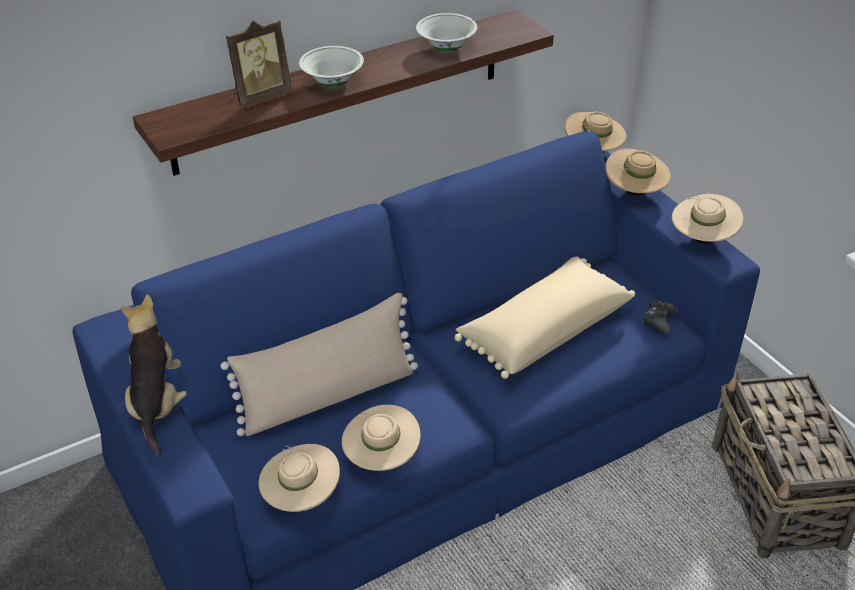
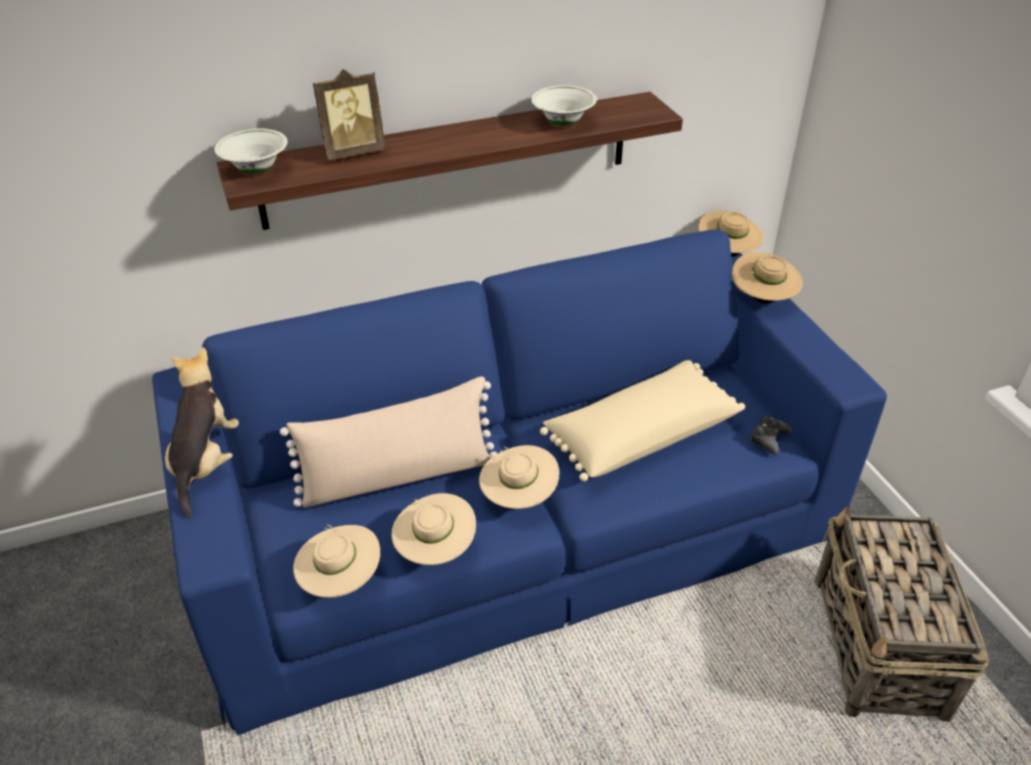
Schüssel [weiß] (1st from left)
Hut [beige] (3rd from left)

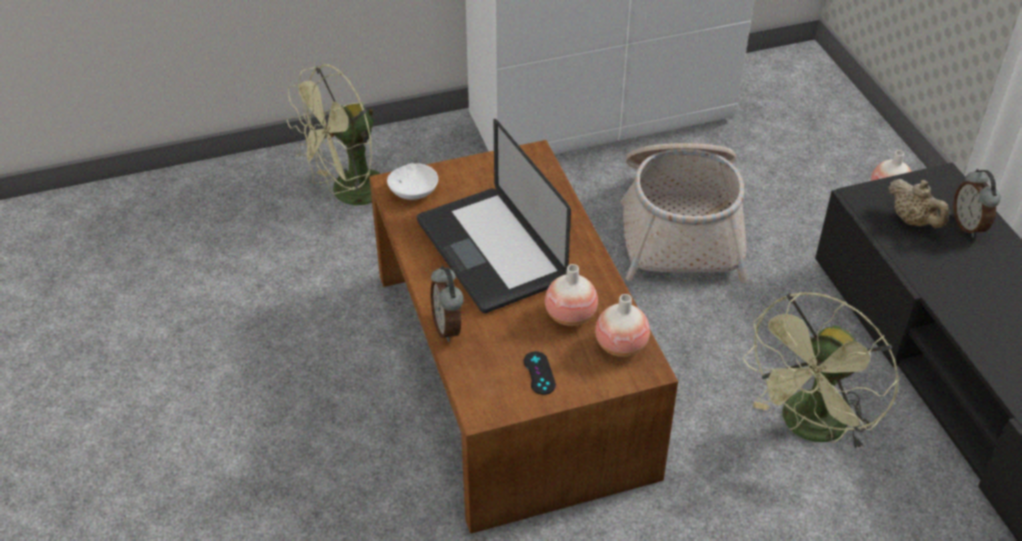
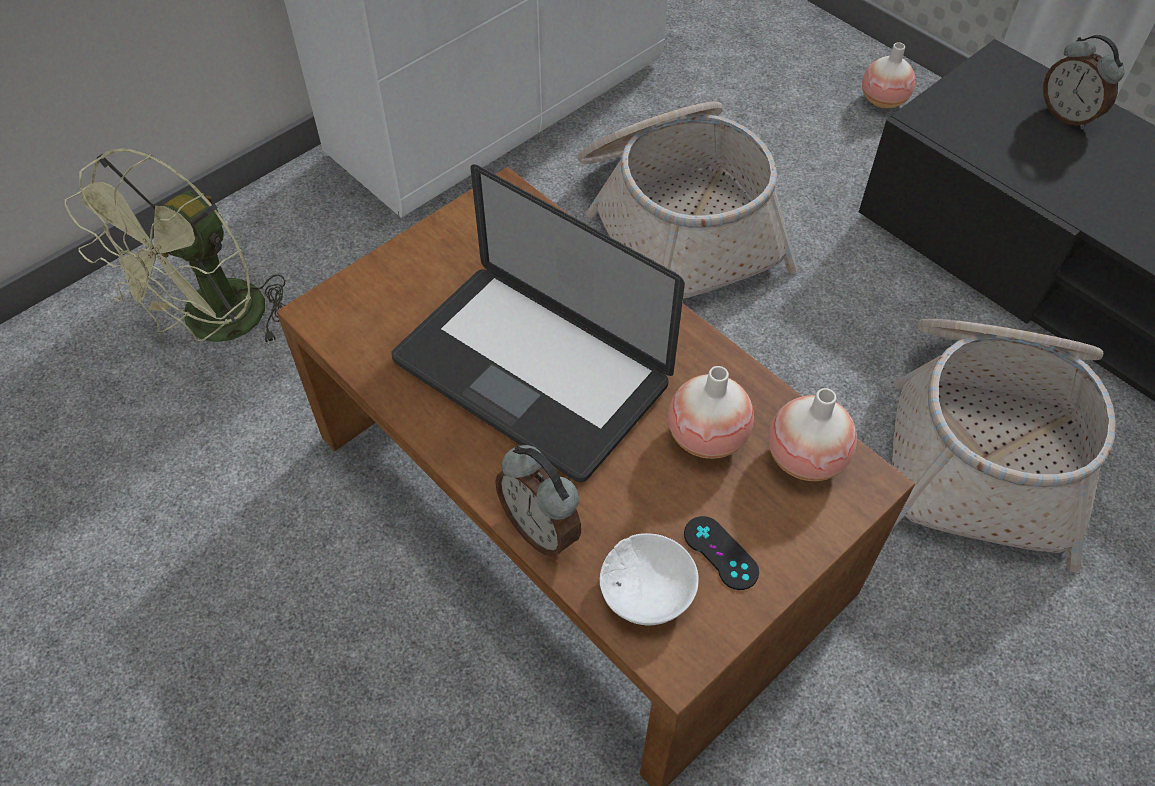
Schüssel [weiß]
Korb (2nd from left)
Teekanne [beige]

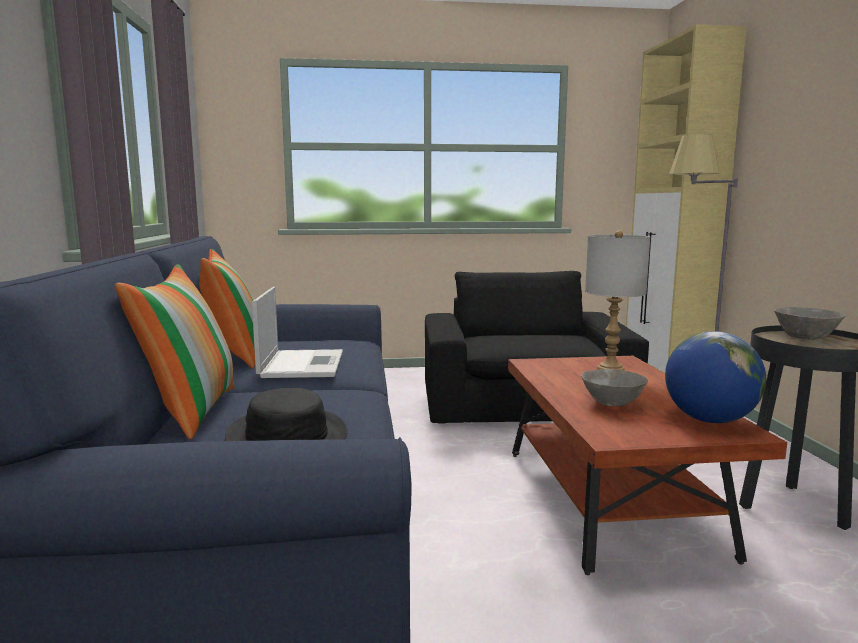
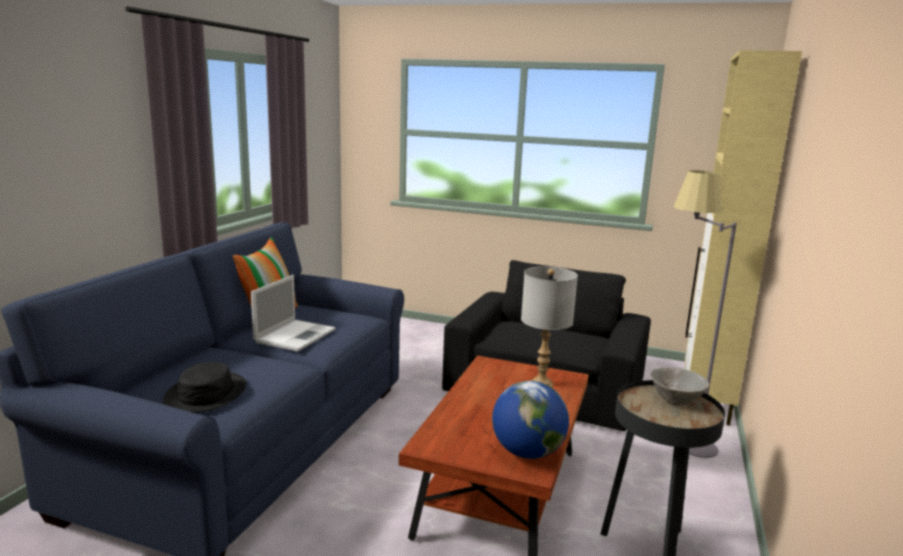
Kissen (1st from left in the first image)
Schüssel [grau] (1st from left in the first image)

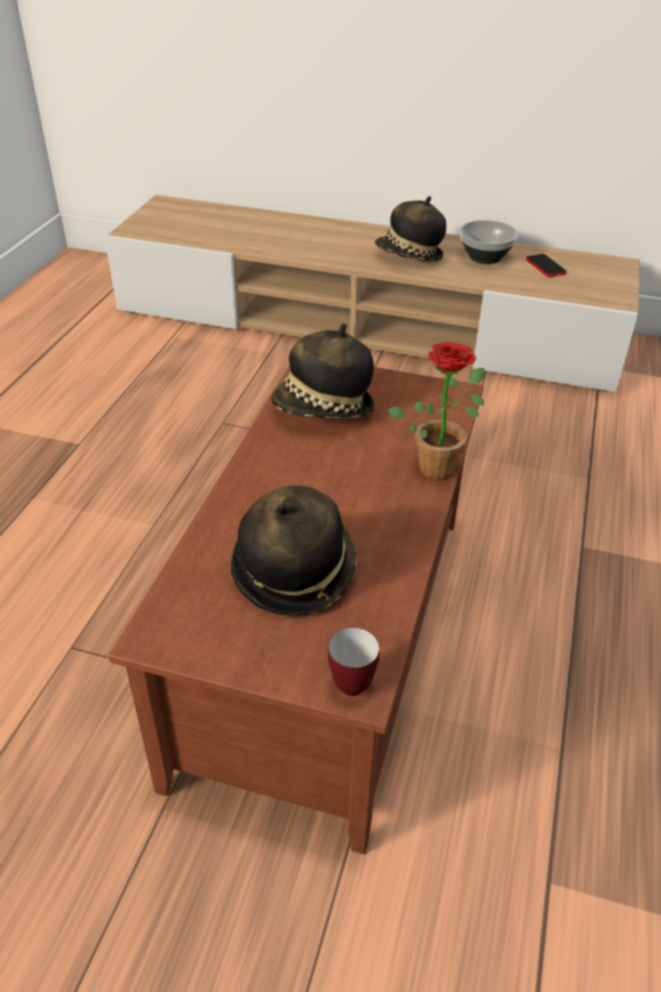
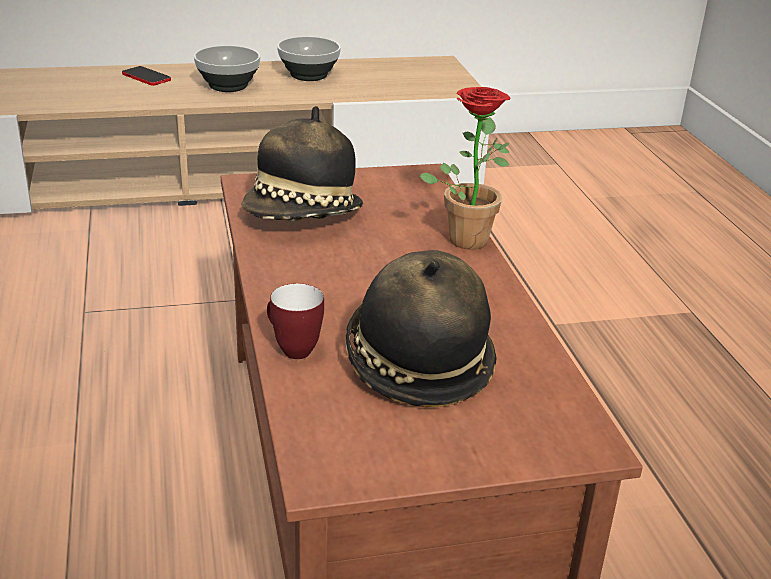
Handy
Schüssel (1st from left)
Henkelbecher

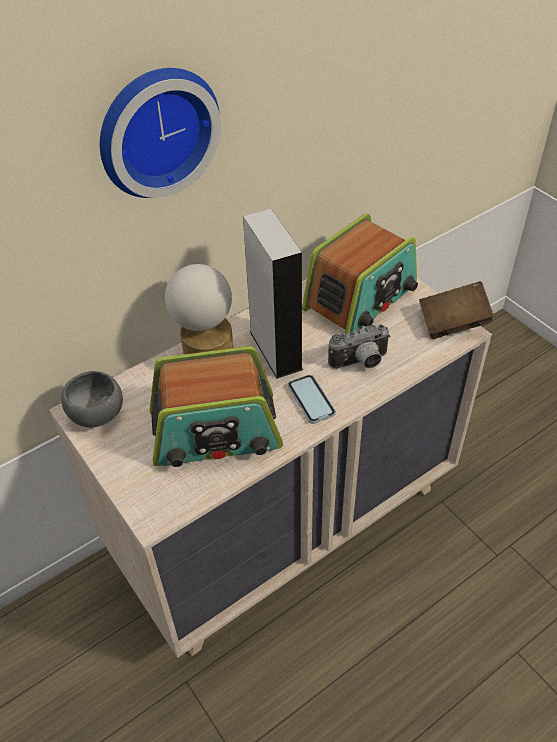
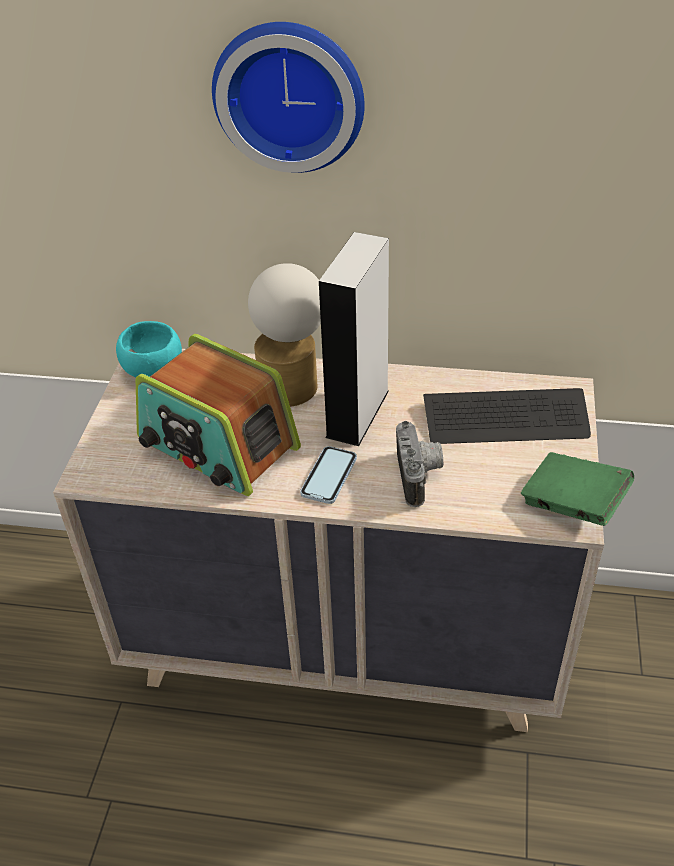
Schüssel [türkis]
Kamera
Tastatur
Buch [grün]

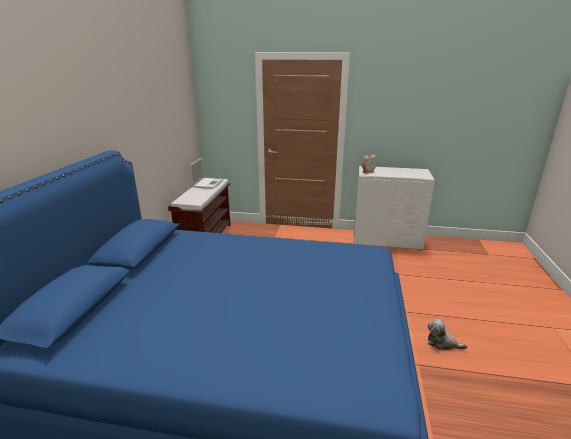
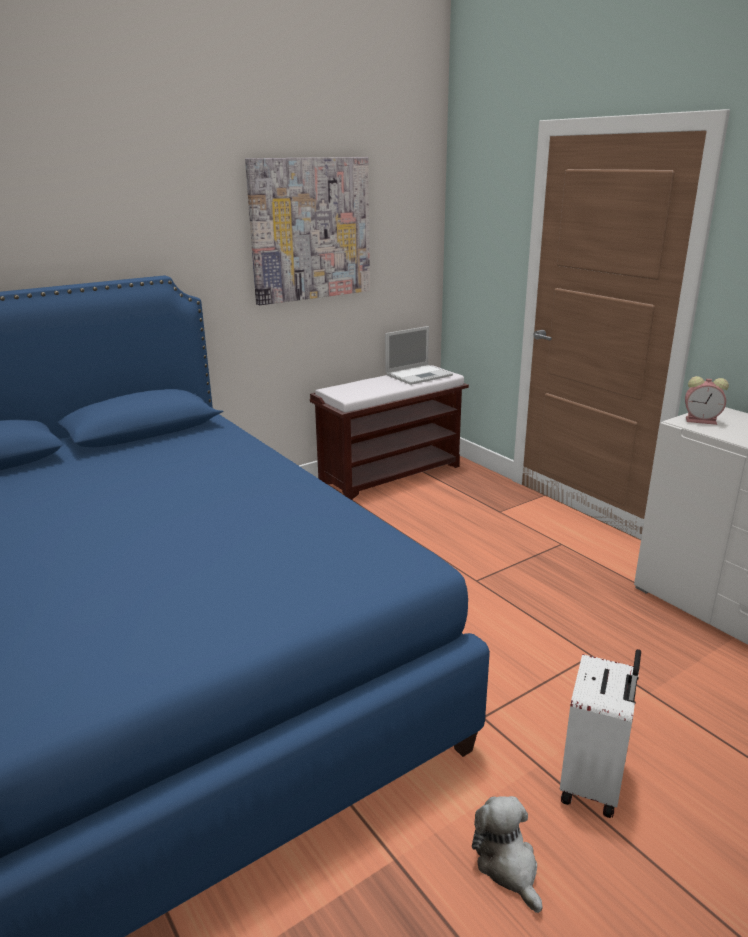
Bild
Koffer [weiß]

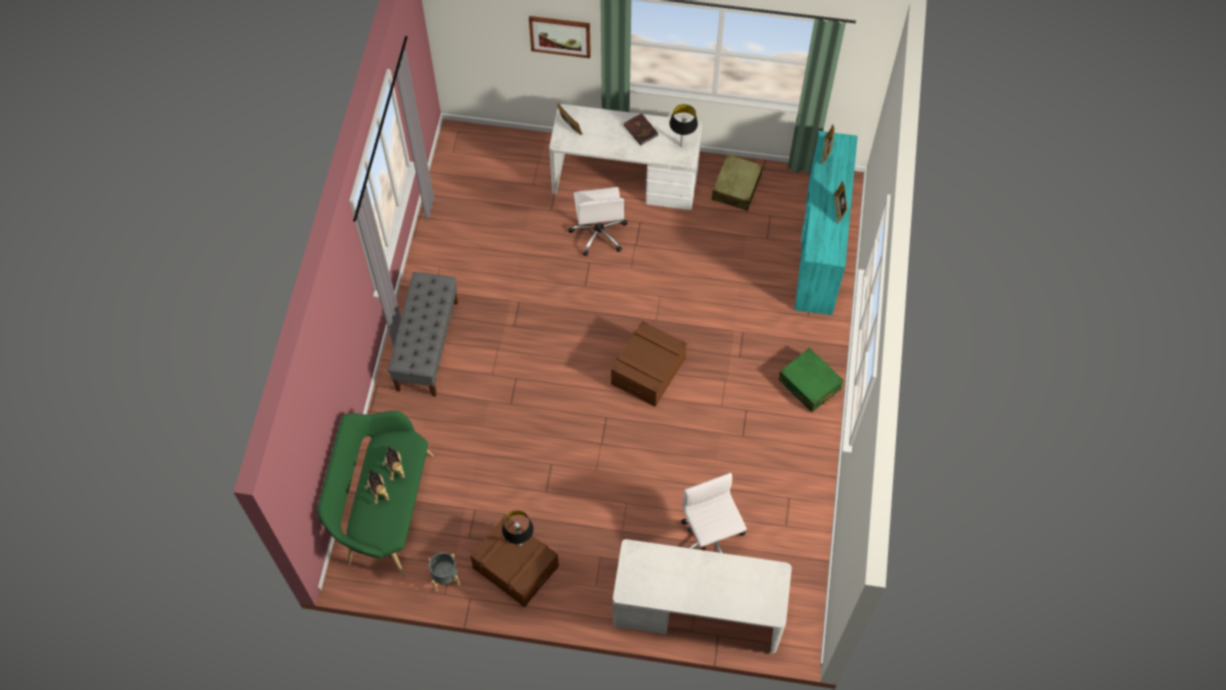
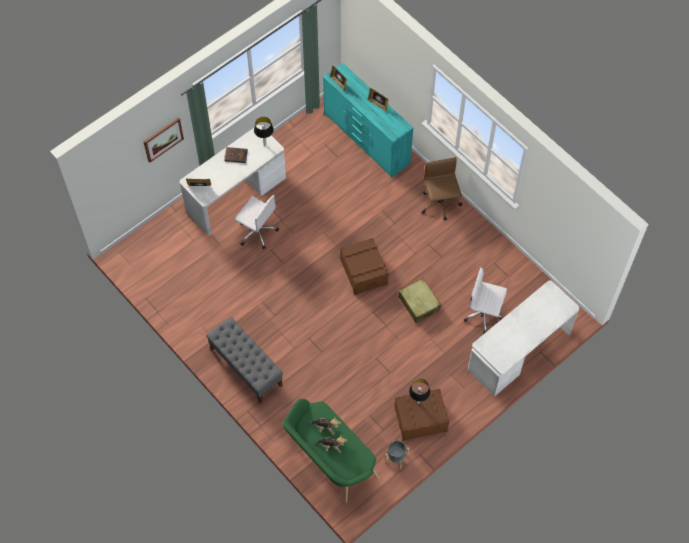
Koffer [beige]
Bürostuhl [braun]

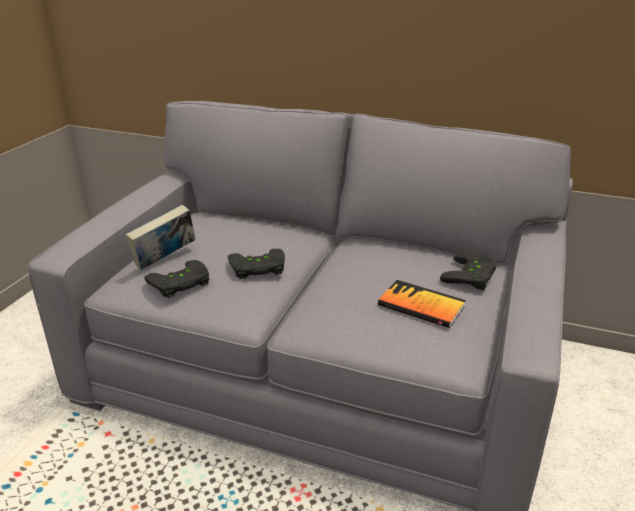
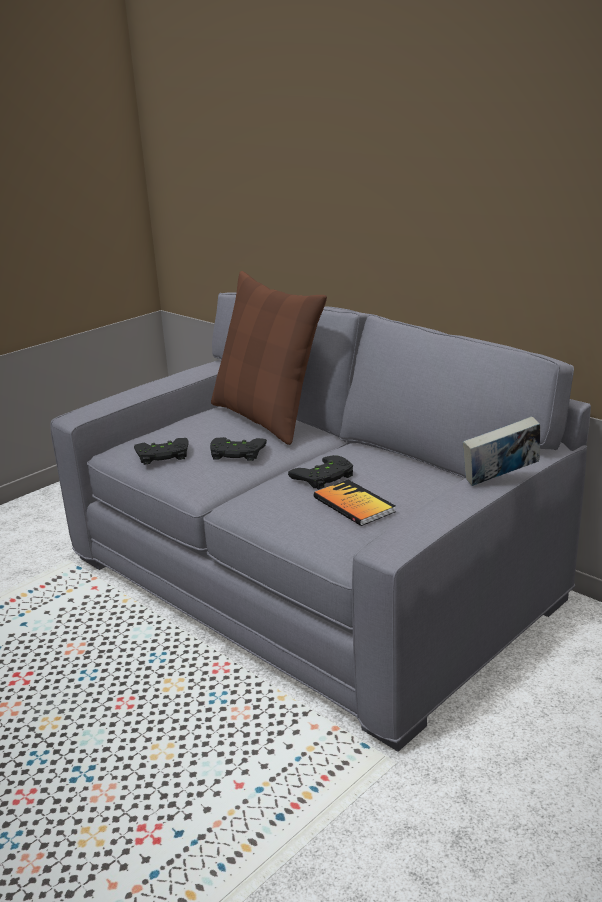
Kissen [braun]
Gamepad [schwarz] (3rd from left)
Buch (2nd from left)

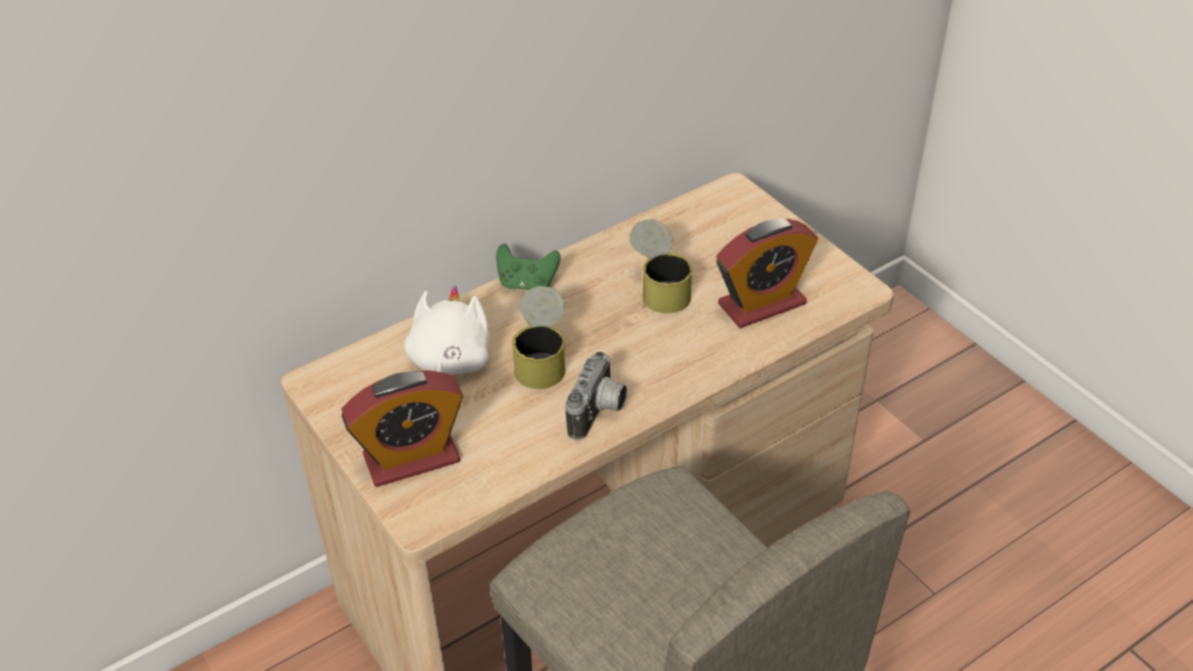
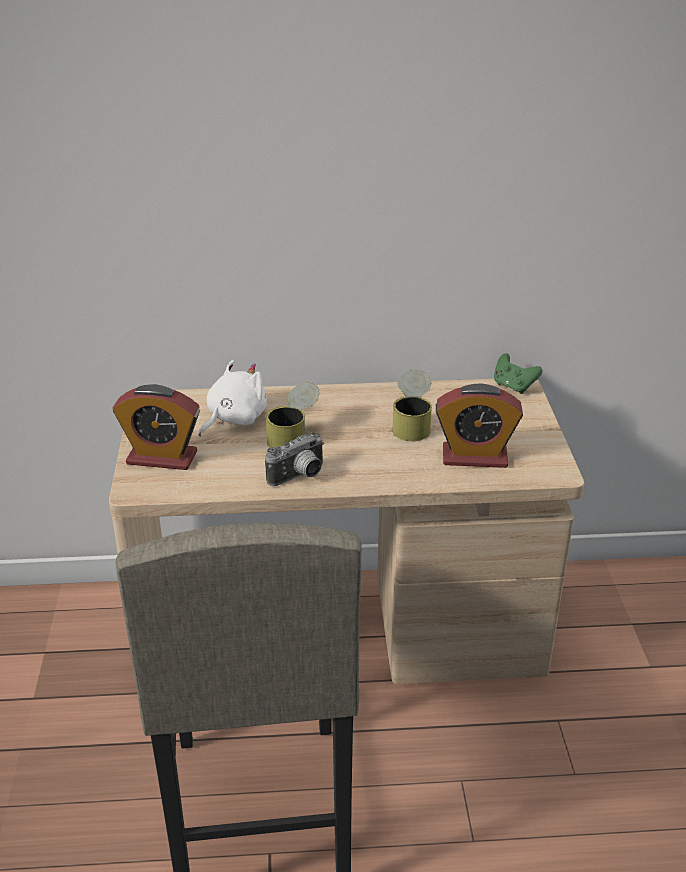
Gamepad [grün]

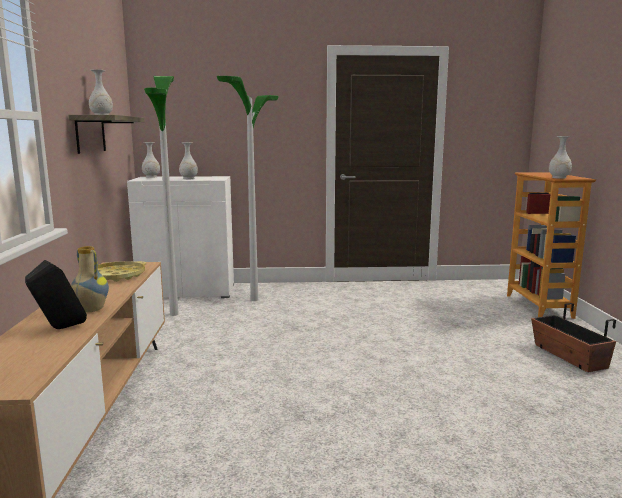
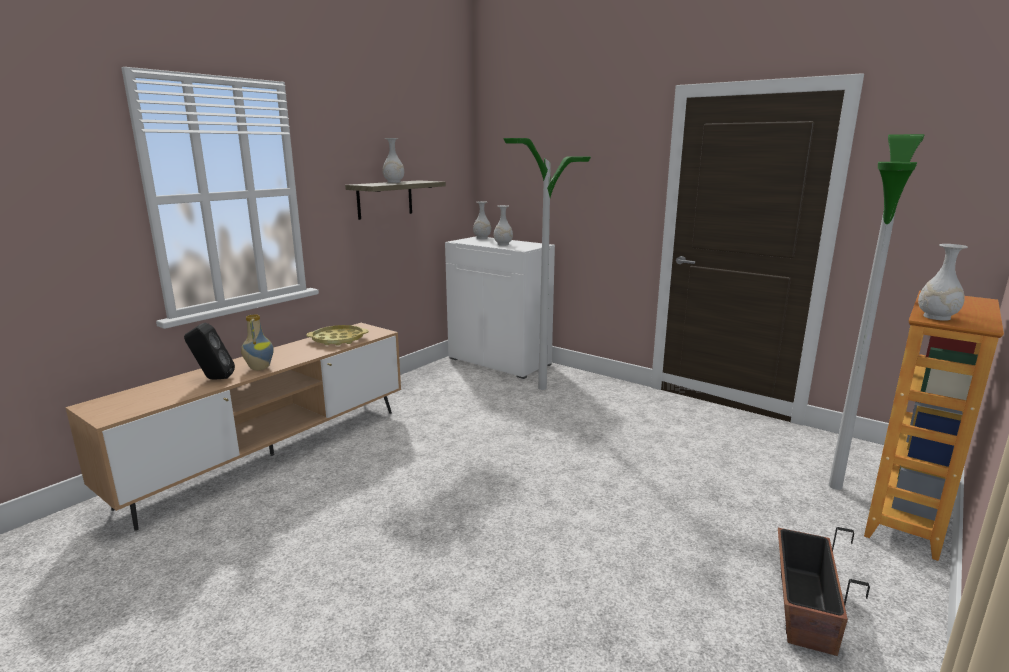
Stehlampe (2nd from left)

